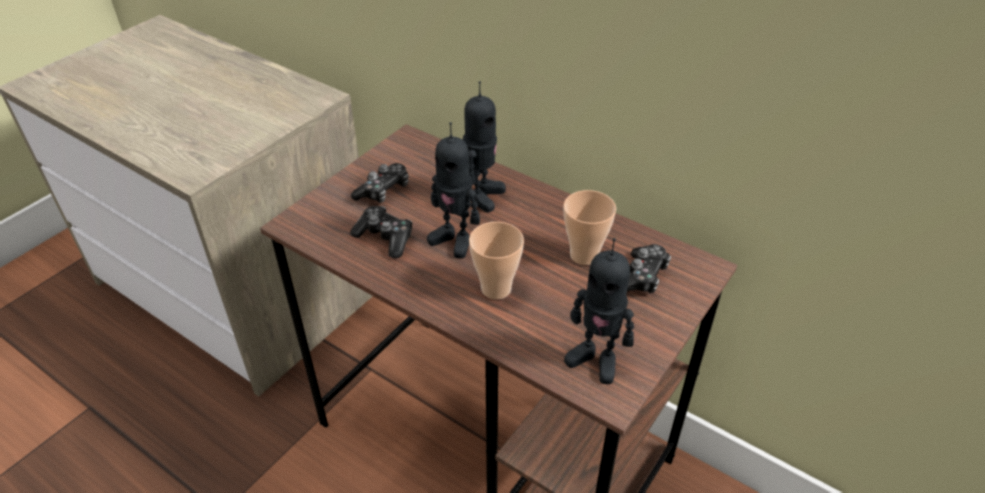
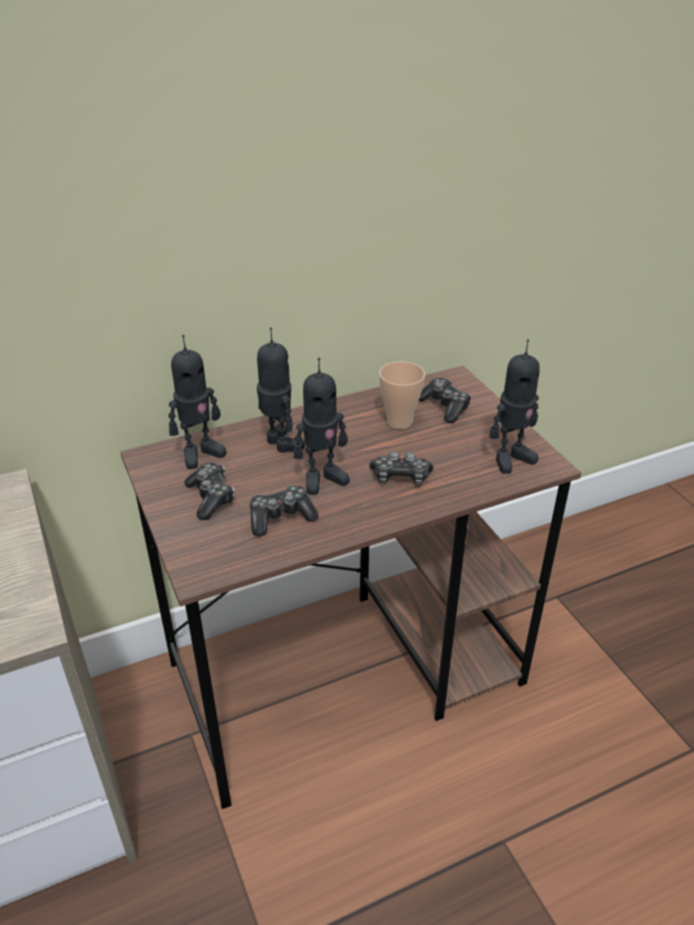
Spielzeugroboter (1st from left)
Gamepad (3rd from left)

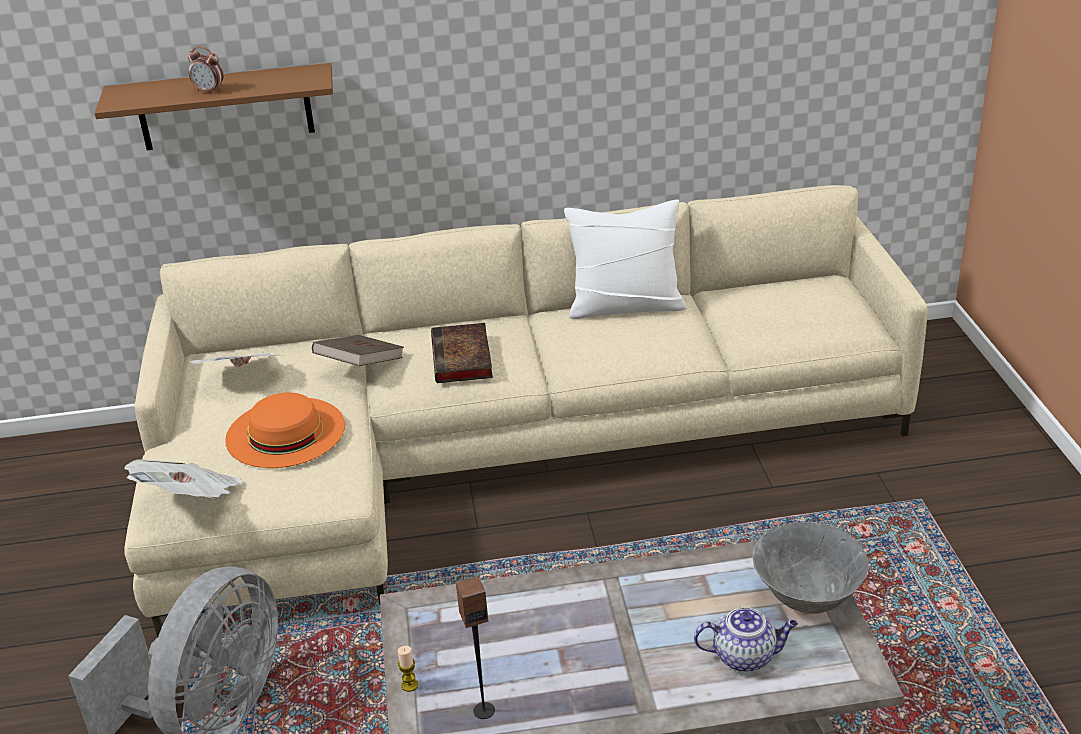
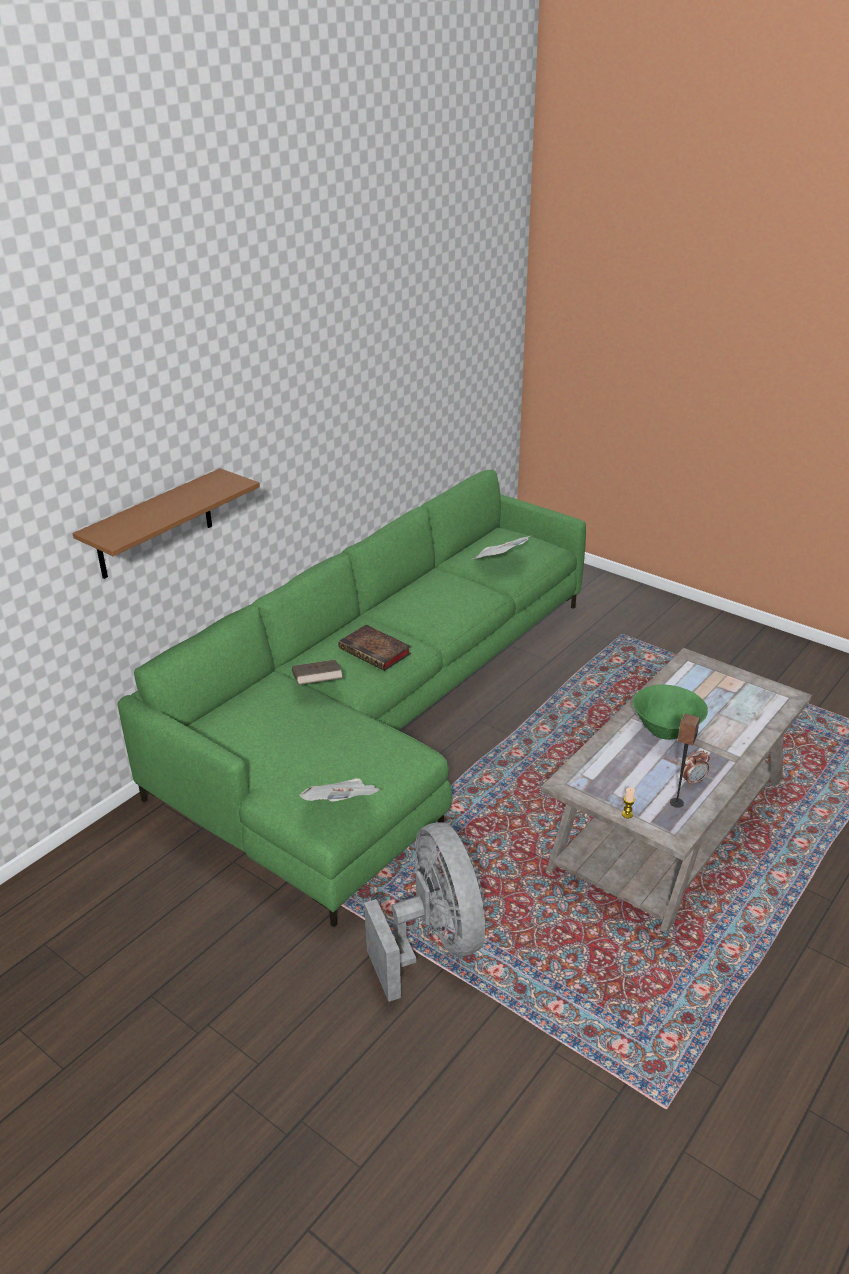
Sofa [grün]
Zeitung (2nd from left)
Schüssel [grün]
Wecker
Hut [orange]
Kissen [weiß]
Teekanne
Schüssel [grau]

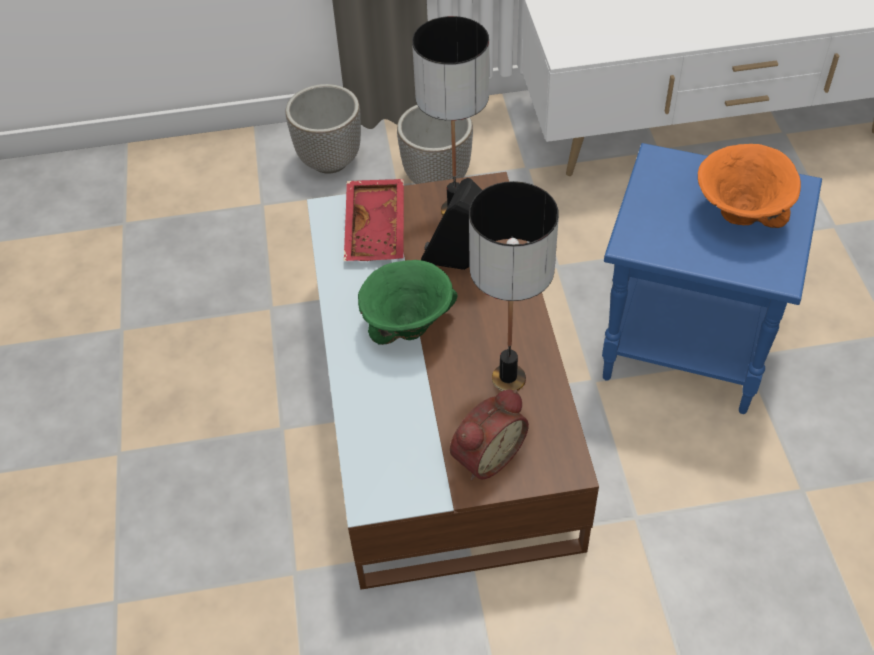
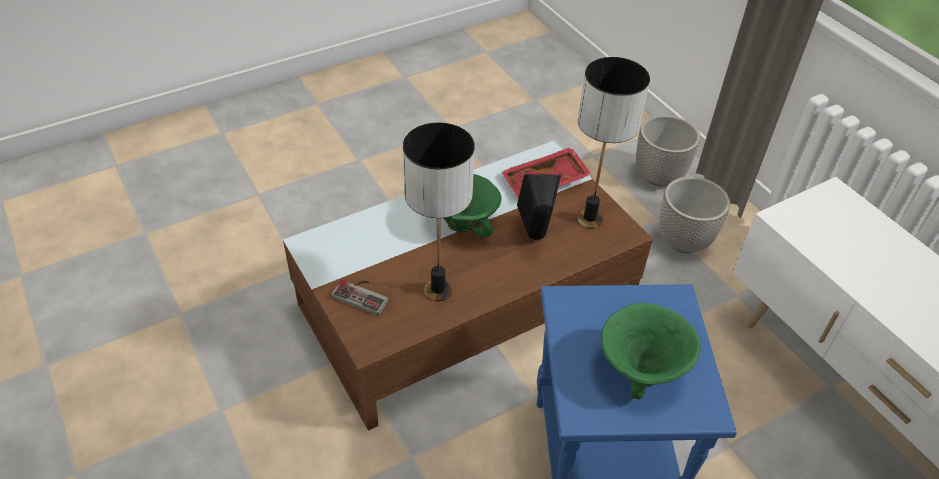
Gamepad
Schüssel [grün] (2nd from left)

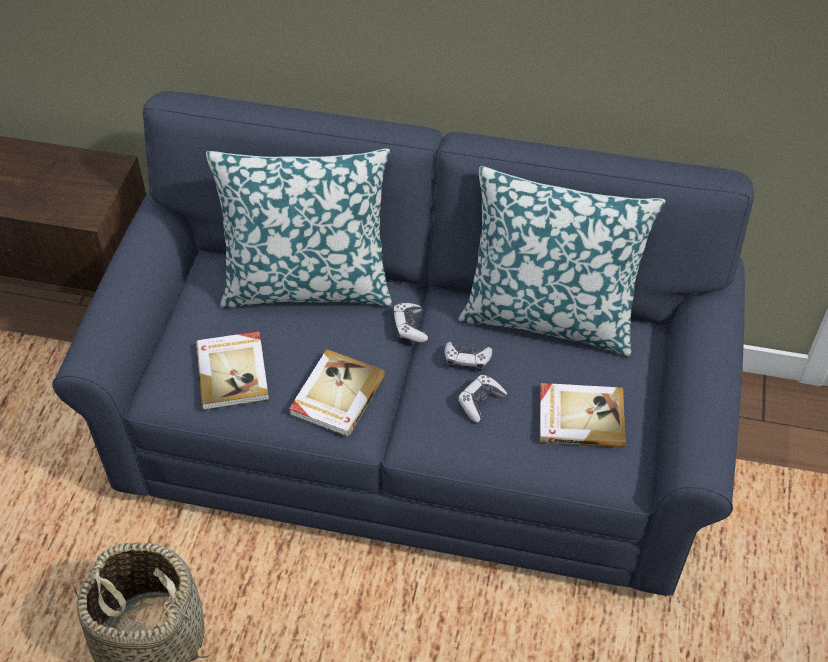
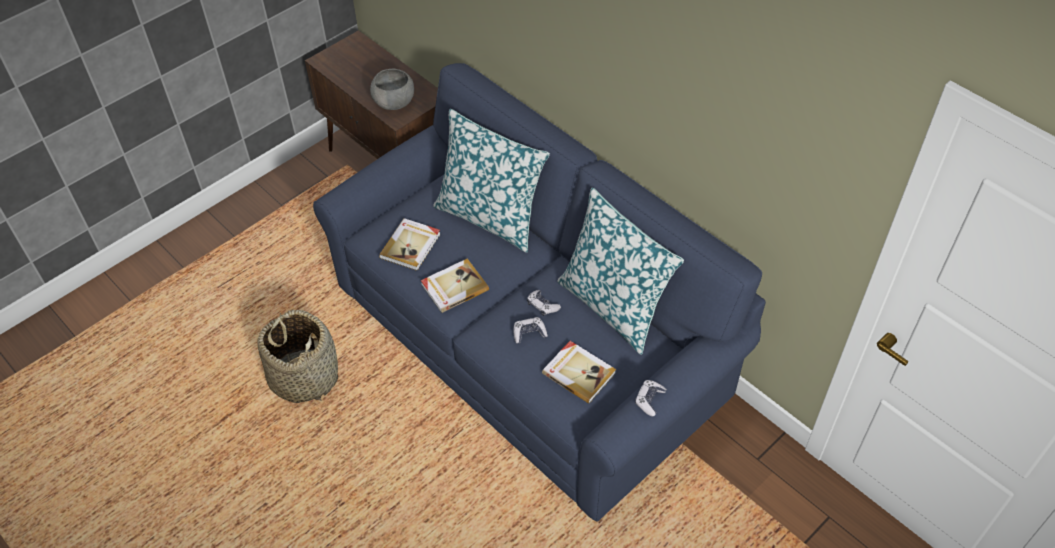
Schüssel [grau]
Gamepad (3rd from left)

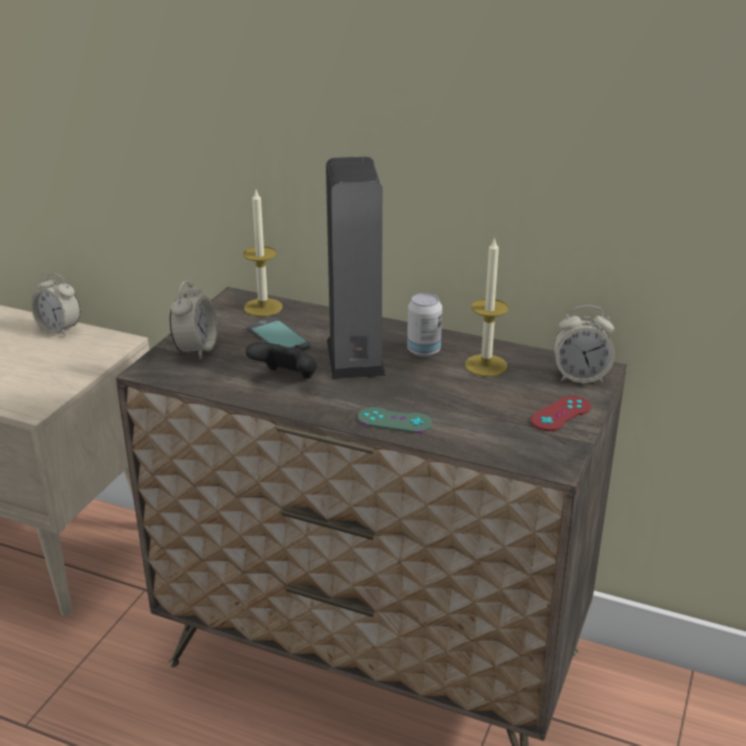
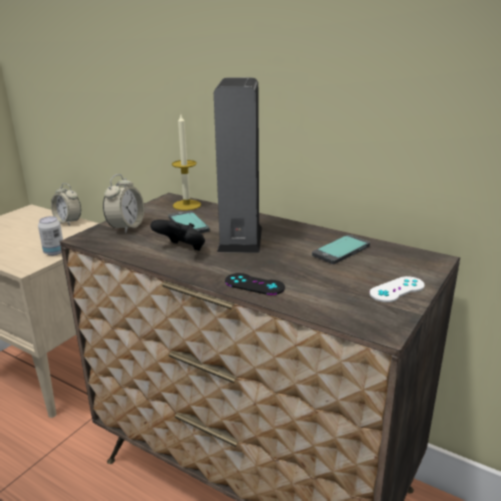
Dose
Gamepad [schwarz] (2nd from left)
Handy (2nd from left)
Gamepad [weiß]
Wecker (3rd from left in the first image)

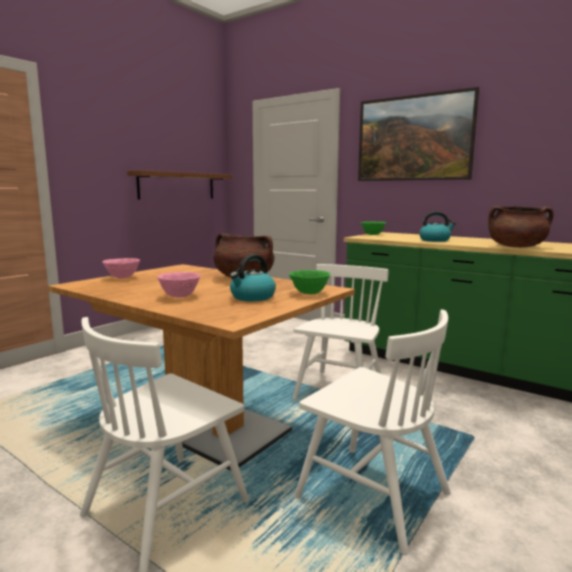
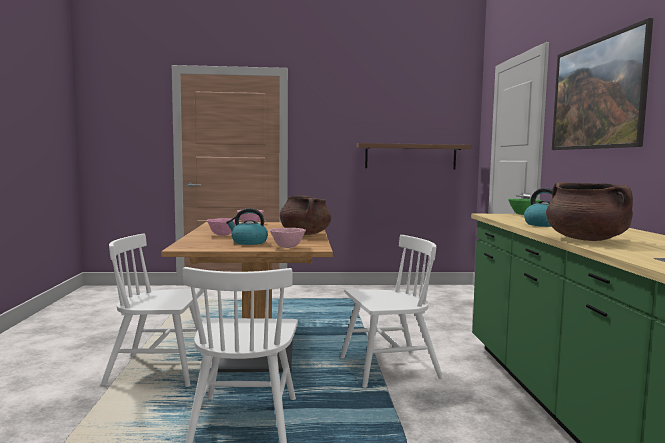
Schüssel [rosa] (3rd from left)

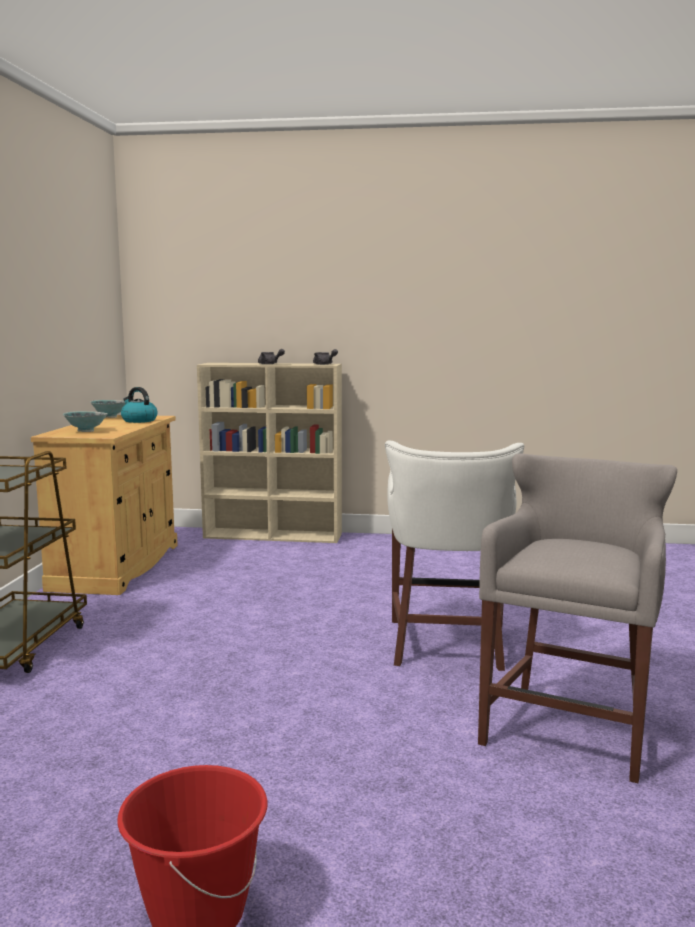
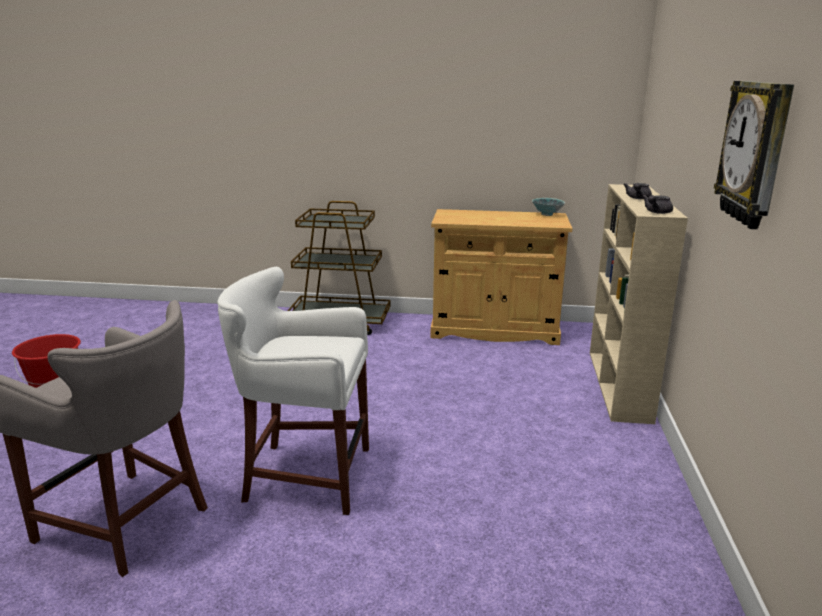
Wanduhr
Schüssel (1st from left in the first image)
Wasserkessel

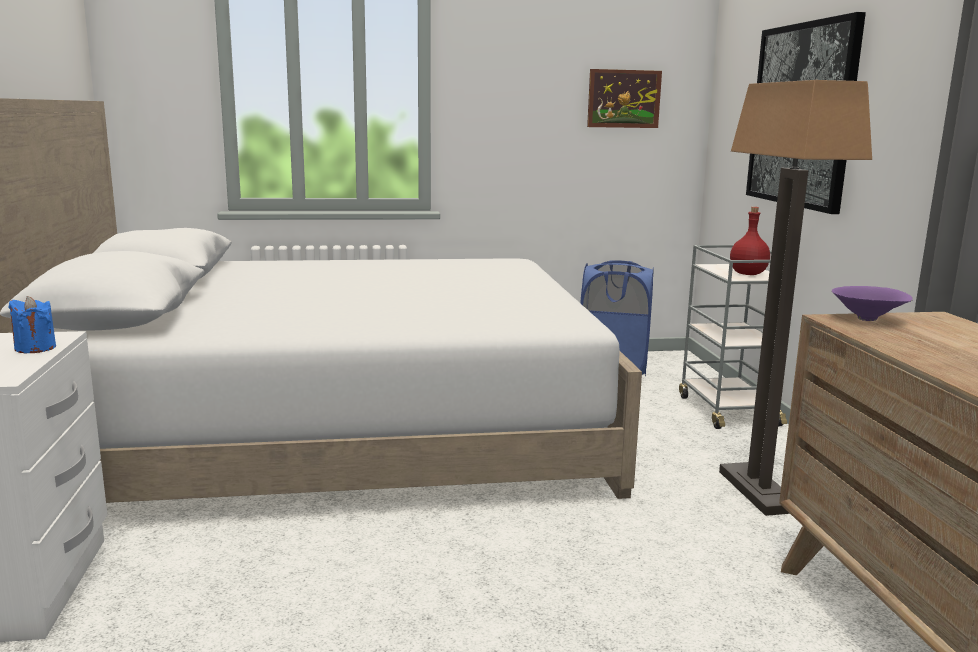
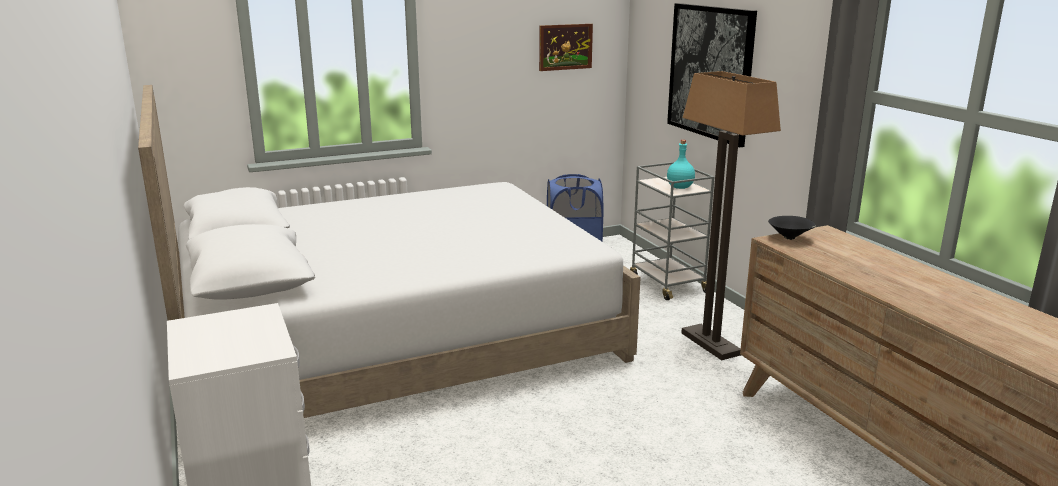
Flasche [türkis]
Schüssel [schwarz]
Kerze [blau]

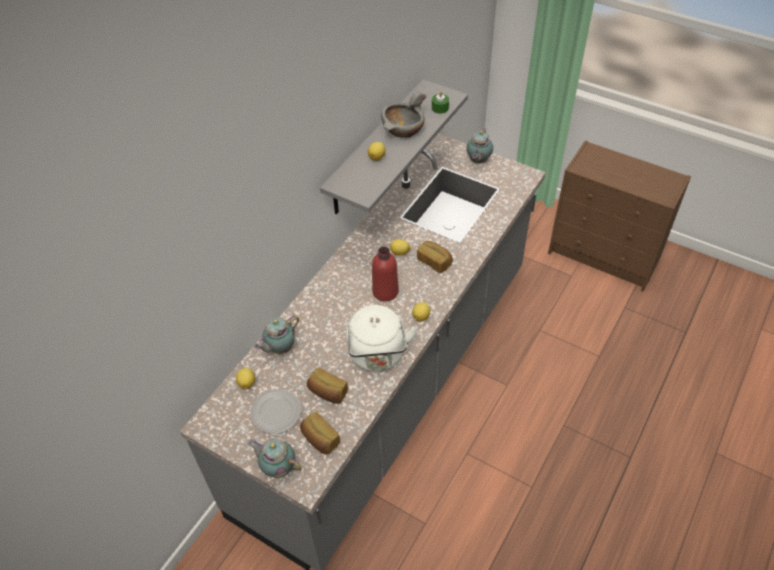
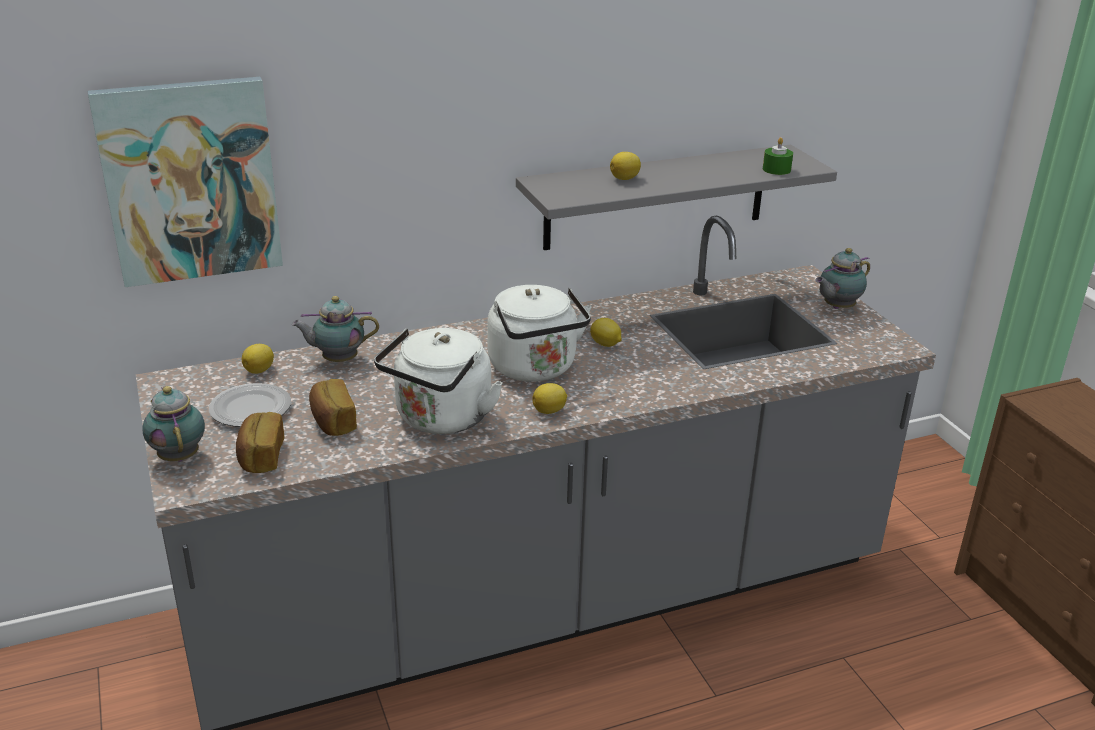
Bild
Wasserkessel [weiß] (2nd from left)
Schüssel [grau]
Brot (3rd from left in the first image)

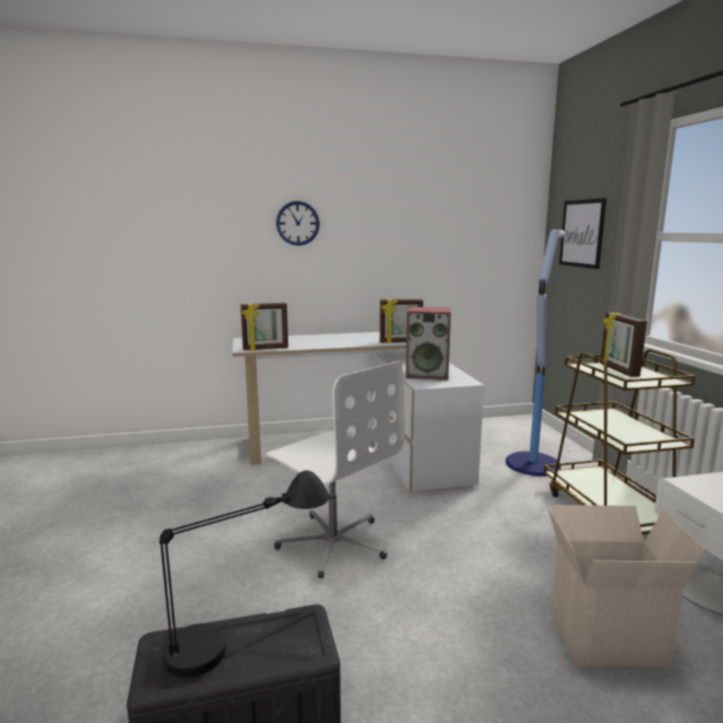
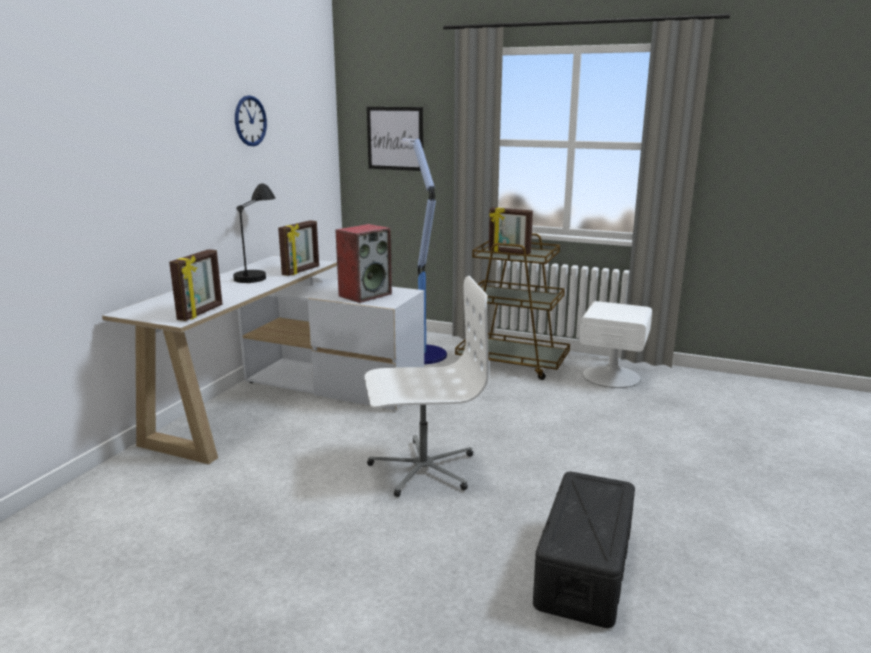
Tischlampe [schwarz]
Wanduhr
Karton

